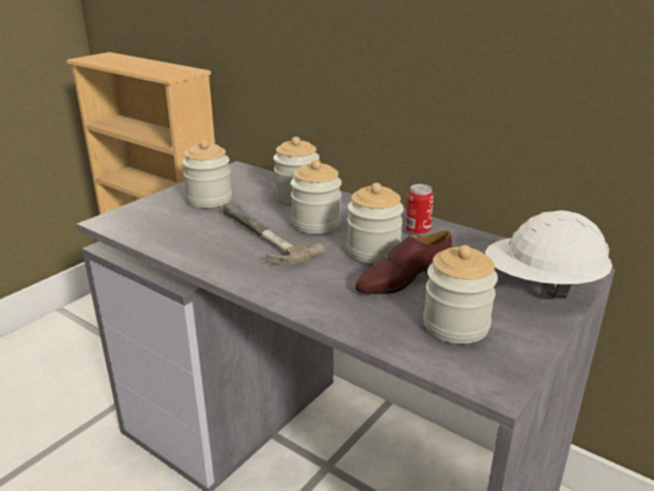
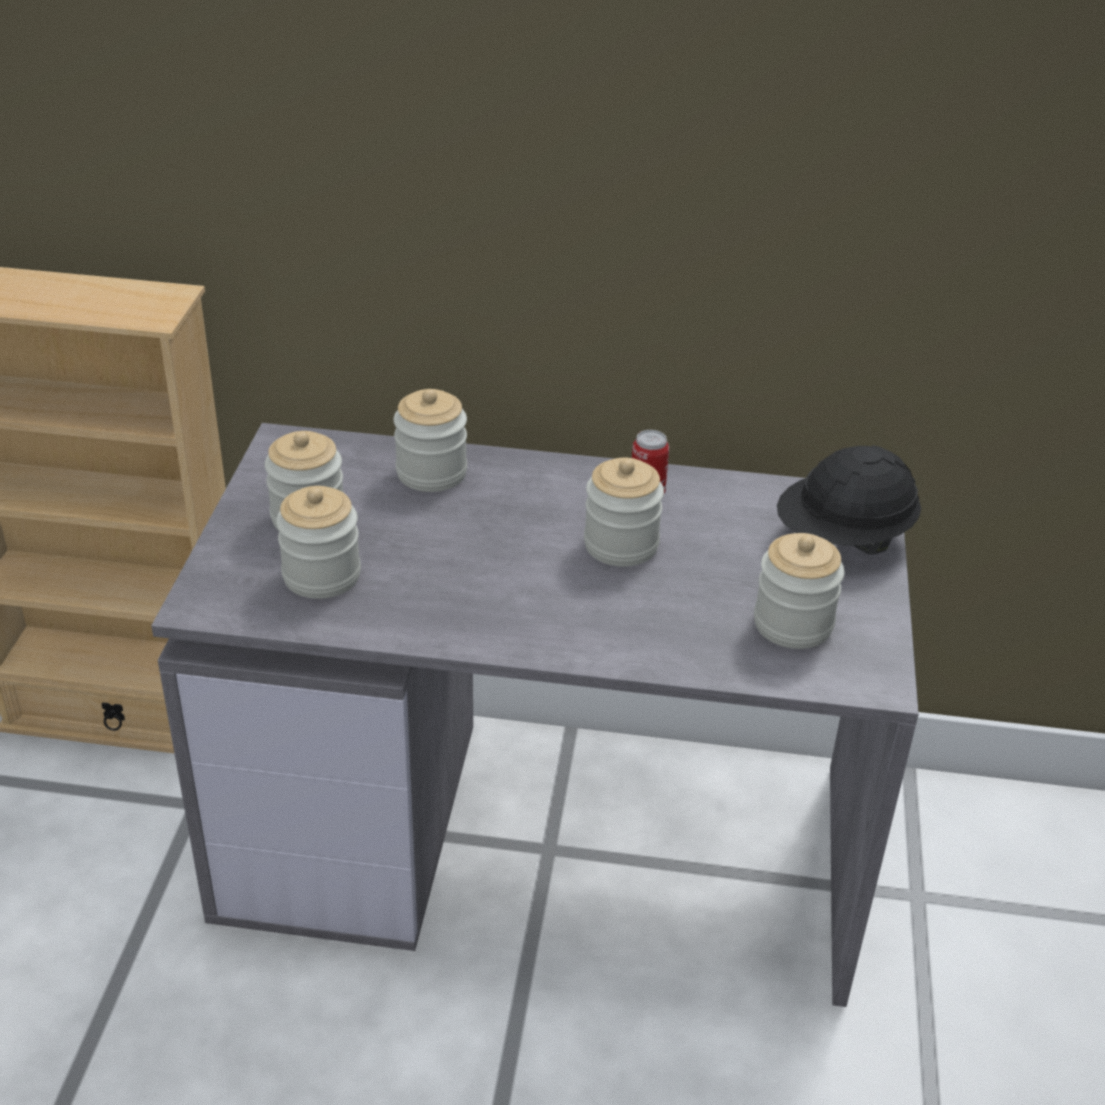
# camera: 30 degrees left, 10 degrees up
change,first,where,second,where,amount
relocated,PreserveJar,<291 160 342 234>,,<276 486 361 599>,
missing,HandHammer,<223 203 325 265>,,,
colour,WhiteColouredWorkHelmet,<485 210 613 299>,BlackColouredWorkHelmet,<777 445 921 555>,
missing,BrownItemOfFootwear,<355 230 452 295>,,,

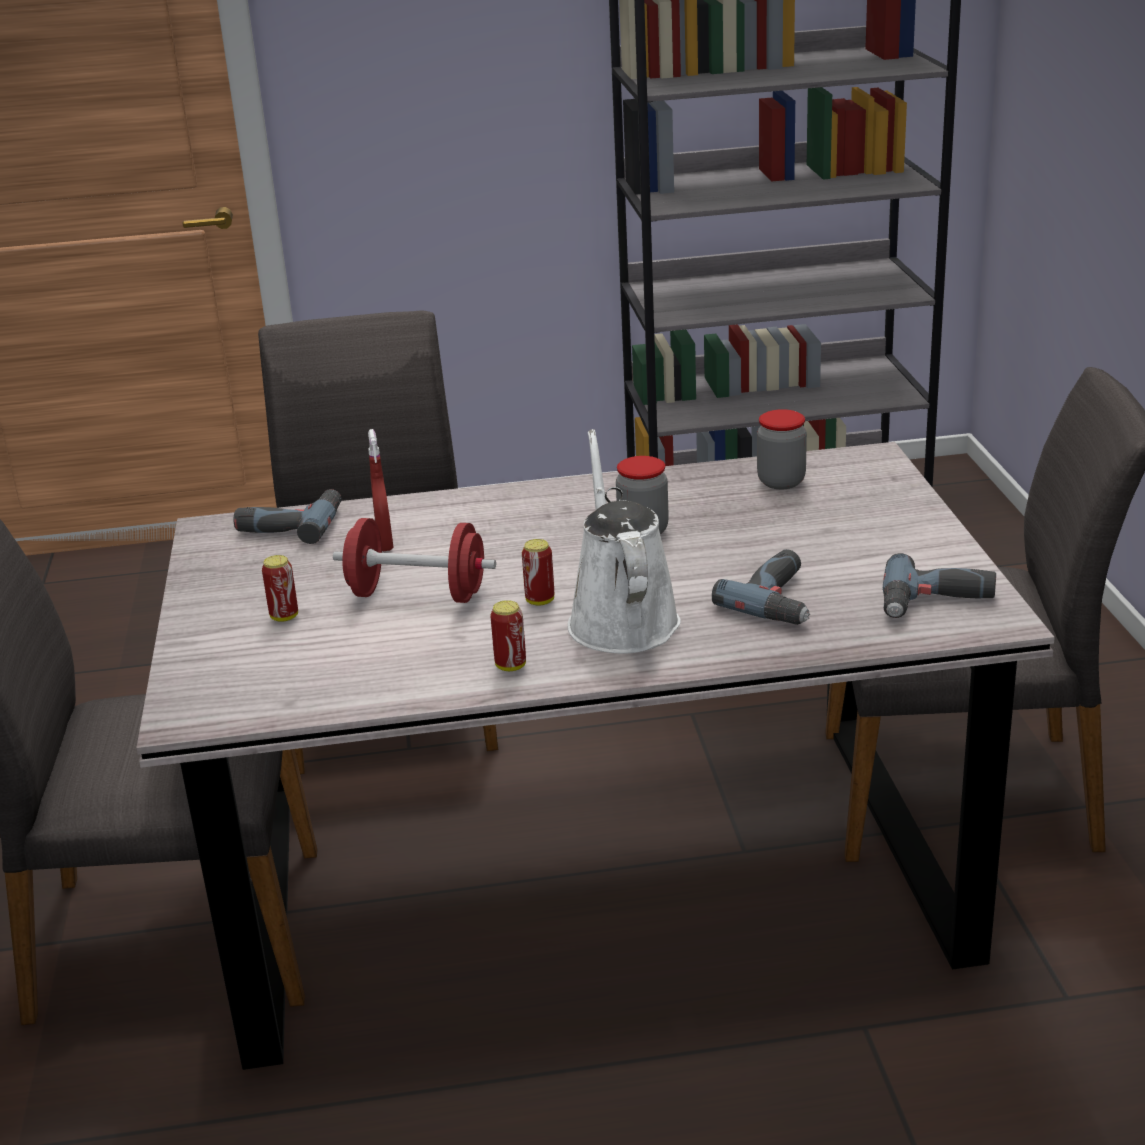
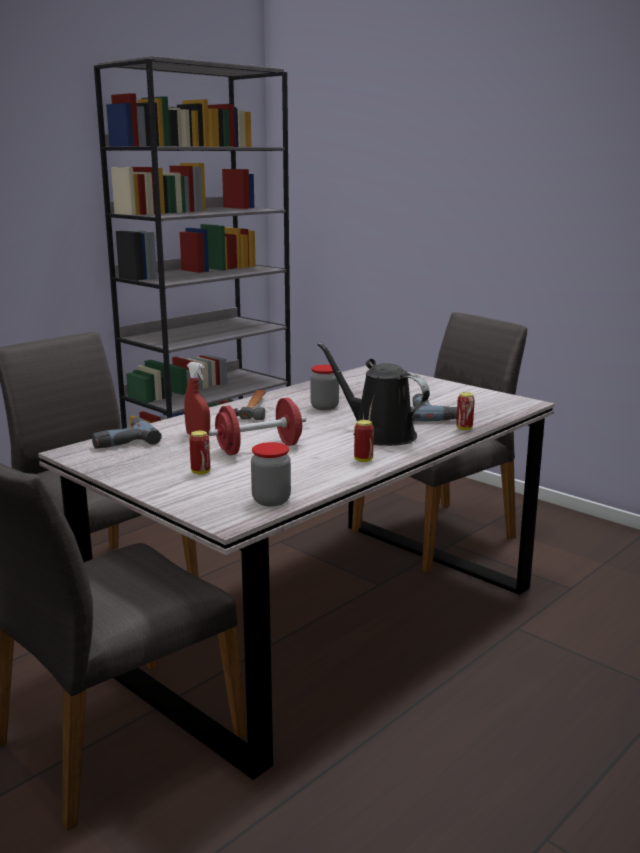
# camera: 40 degrees left, 10 degrees down
change,first,where,second,where,amount
relocated,PreserveJar,<757 409 807 489>,,<251 442 291 507>,
colour,WhiteColouredWateringCan,<567 429 681 654>,BlackColouredWateringCan,<318 343 430 446>,
relocated,MetalCan,<522 539 554 605>,,<456 392 475 430>,
missing,ElectricDrill,<883 553 996 618>,,,
appeared,,,HandHammer,<233 390 266 420>,

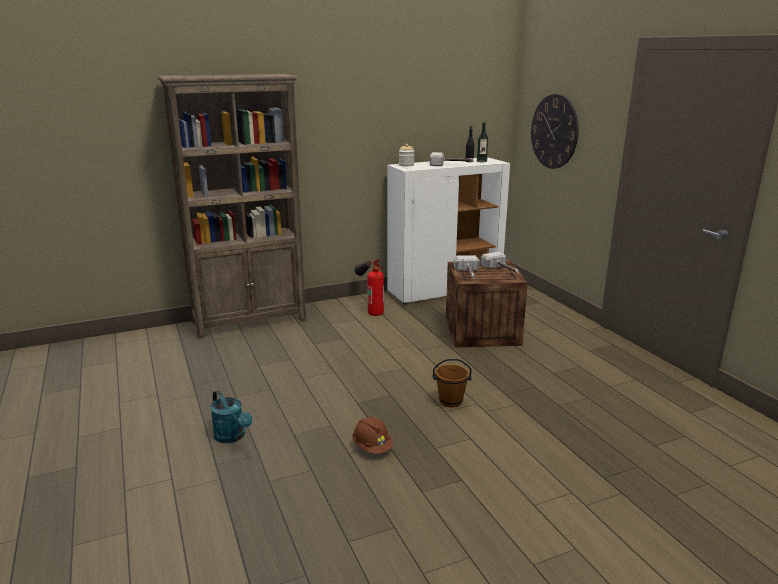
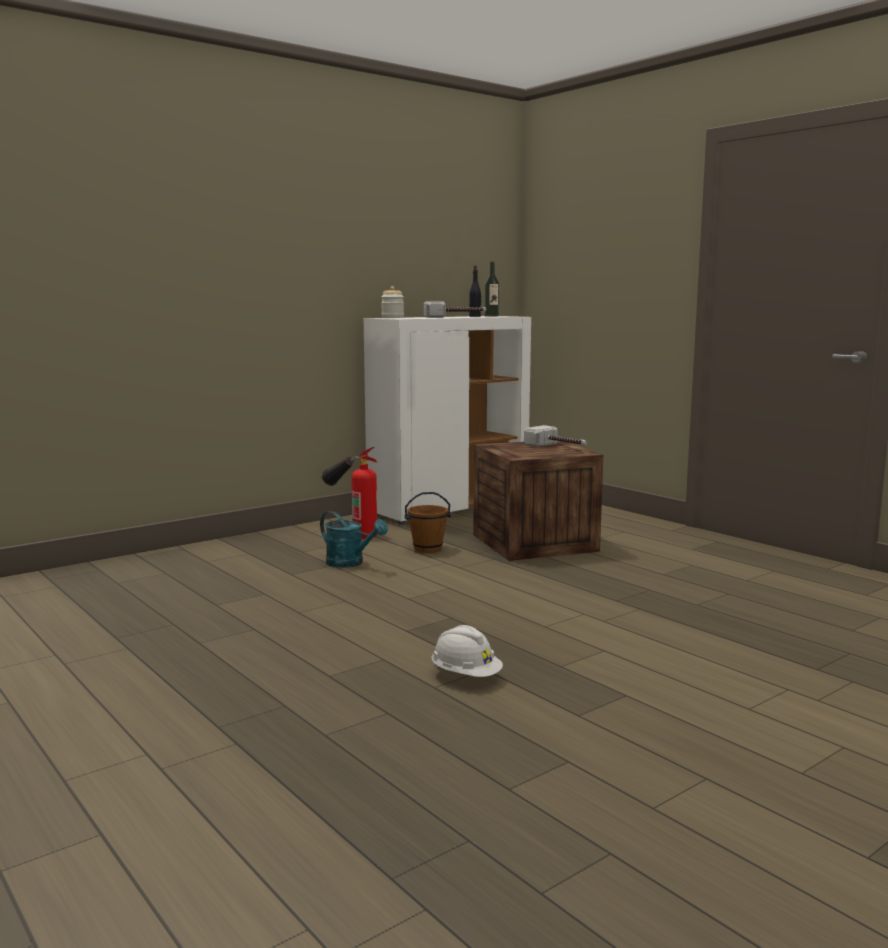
# camera: 15 degrees left, 10 degrees down
change,first,where,second,where,amount
missing,BrownBookcase,<158 74 306 339>,,,
missing,ClockOnTheWall,<531 94 579 169>,,,
missing,HandHammer,<454 255 480 278>,,,
relocated,BrownWaterBucket,<433 359 472 407>,,<404 492 451 553>,
relocated,TurquoiseColouredWateringCan,<210 390 252 443>,,<320 511 388 568>,
colour,BrownWorkHelmet,<352 416 394 454>,WhiteColouredWorkHelmet,<432 625 503 677>,

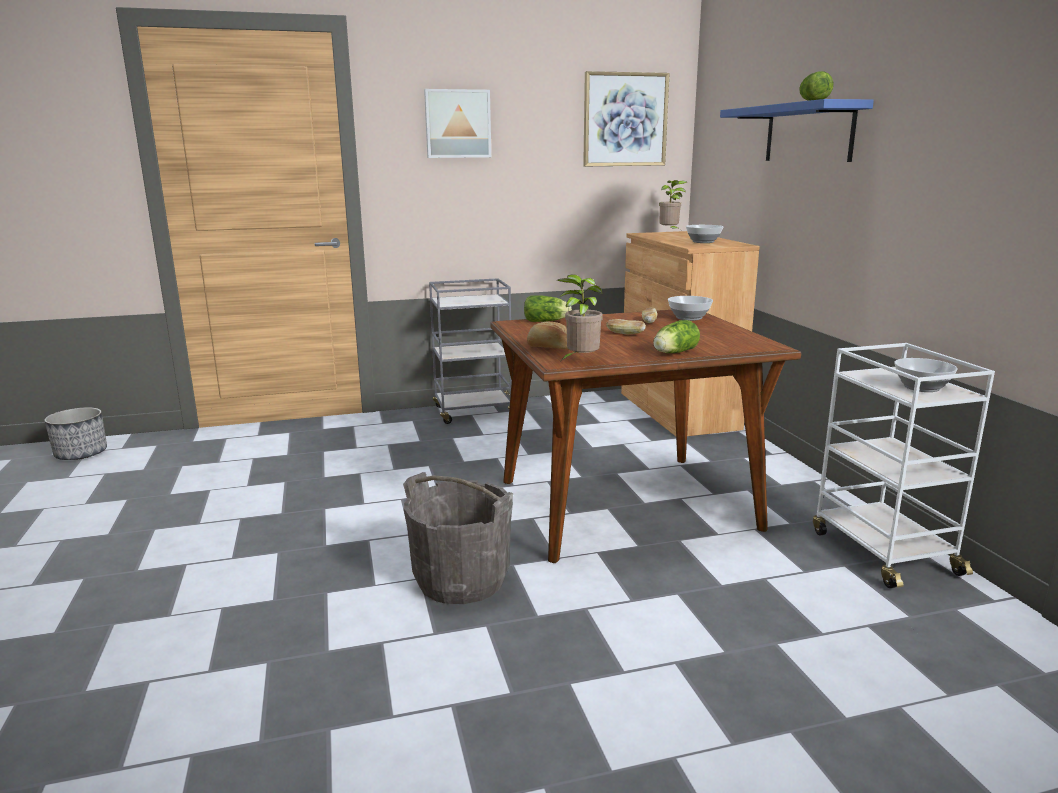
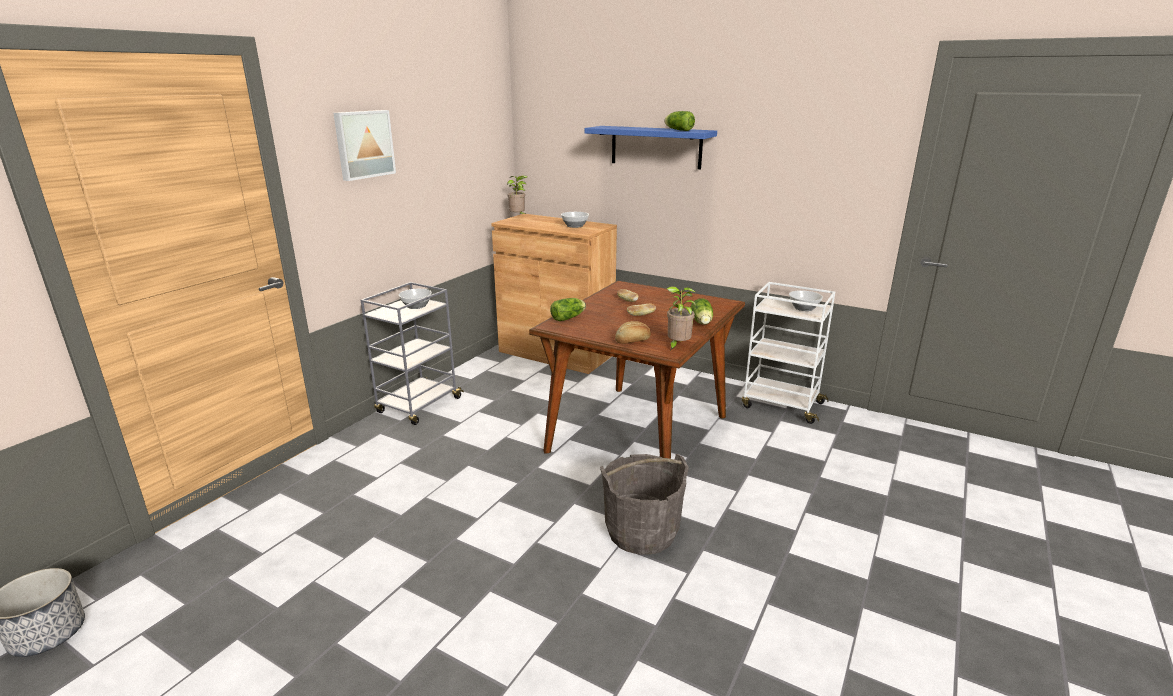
# camera: 45 degrees left, 5 degrees up
change,first,where,second,where,amount
missing,Picture,<583 71 670 166>,,,
relocated,Bowl,<668 296 713 321>,,<399 289 432 309>,

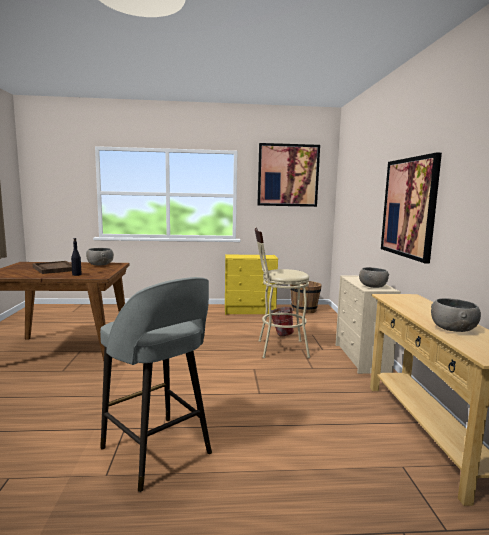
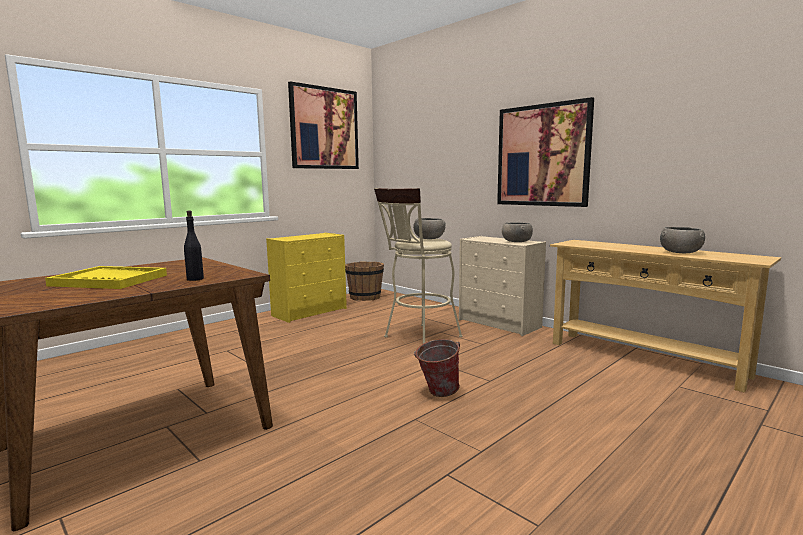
# camera: 40 degrees left, 0 degrees up
change,first,where,second,where,amount
relocated,GrayBowl,<86 248 114 265>,,<413 218 446 239>,
colour,BrownServingTray,<33 261 72 274>,YellowishServingTray,<45 266 167 289>,
missing,GraySittingStool,<100 277 212 492>,,,
relocated,WaterBucket,<271 307 294 336>,,<414 339 460 397>,

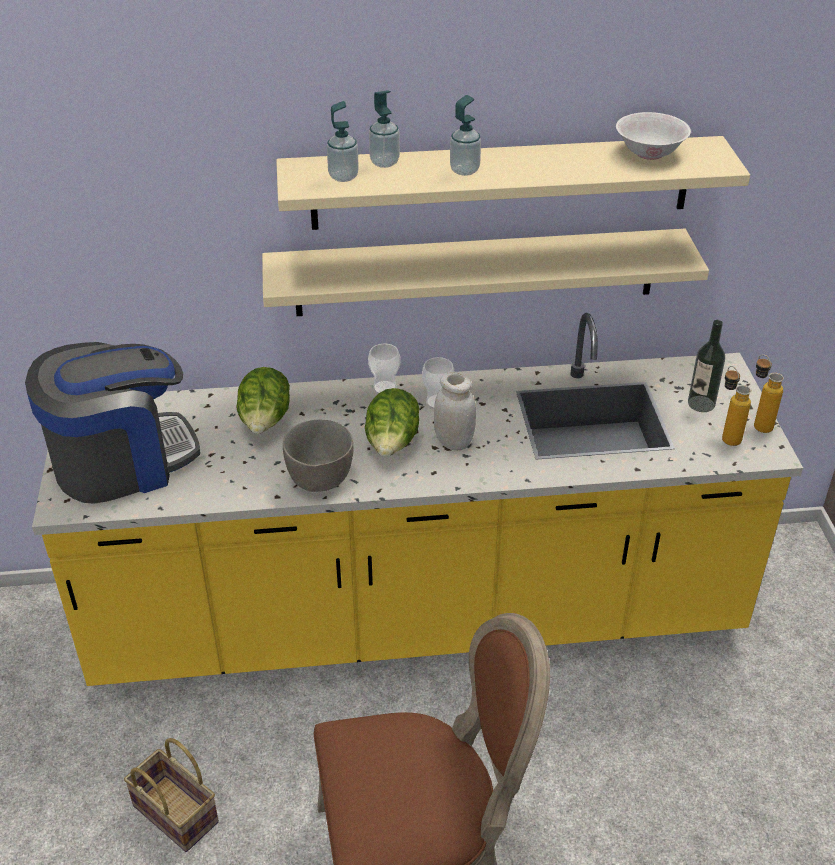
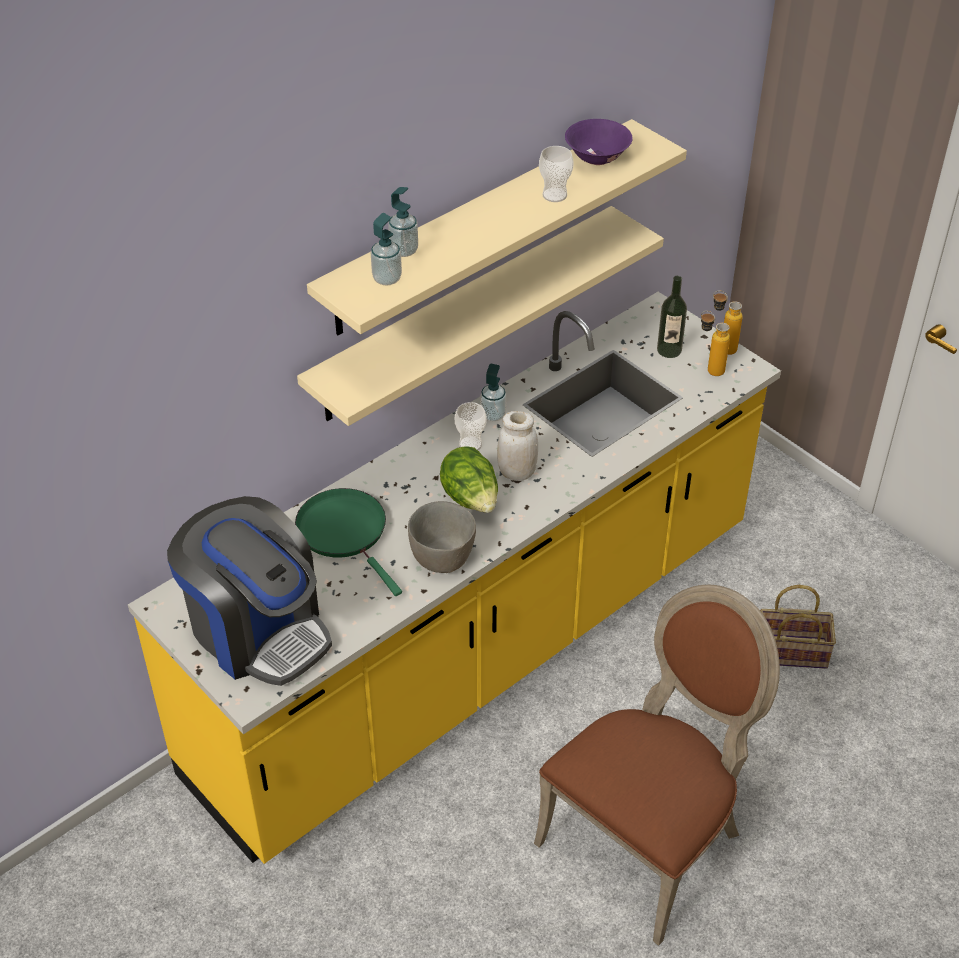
# camera: 35 degrees left, 5 degrees up
change,first,where,second,where,amount
relocated,SoapDispenser,<450 95 481 176>,,<481 364 506 421>,
colour,WhiteColouredBowl,<616 112 691 160>,PurpleColouredBowl,<565 119 633 165>,
spun,CoffeeMachine,<25 342 200 504>,,<167 496 332 686>,105 degrees clockwise
relocated,SmallCup,<368 344 400 394>,,<539 146 574 202>,
exchanged,HeadOfLettuce,<236 367 290 434>,GreenFryingPan,<295 488 402 596>,
relocated,HouseholdBasket,<124 738 219 852>,,<760 585 836 669>,

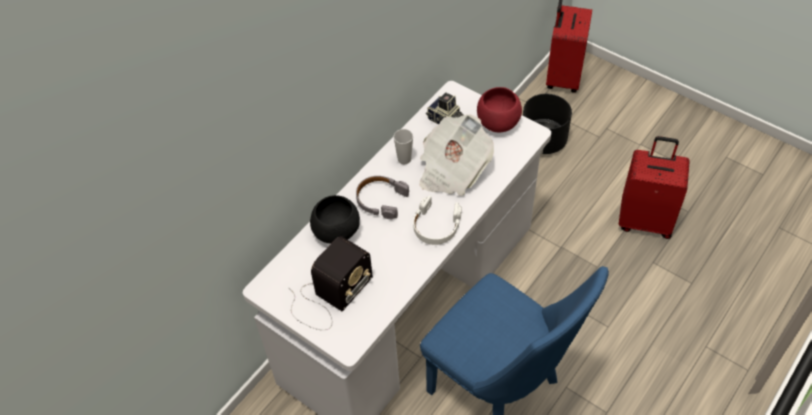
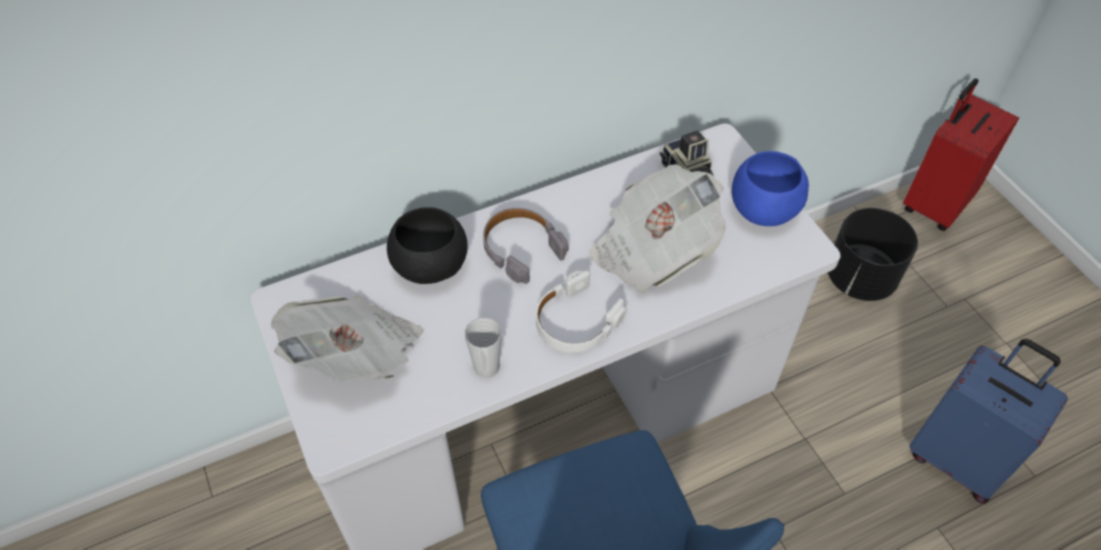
# camera: 25 degrees right, 0 degrees up
change,first,where,second,where,amount
colour,RedColouredBowl,<477 87 522 132>,BlueBowl,<732 151 809 226>,
relocated,SmallCup,<393 129 413 164>,,<465 317 502 378>,
colour,RedColouredSuitcase,<619 136 690 239>,BlueSuitcase,<909 339 1068 504>,
exchanged,RadioSet,<289 236 373 330>,Newspaper,<271 295 423 382>,

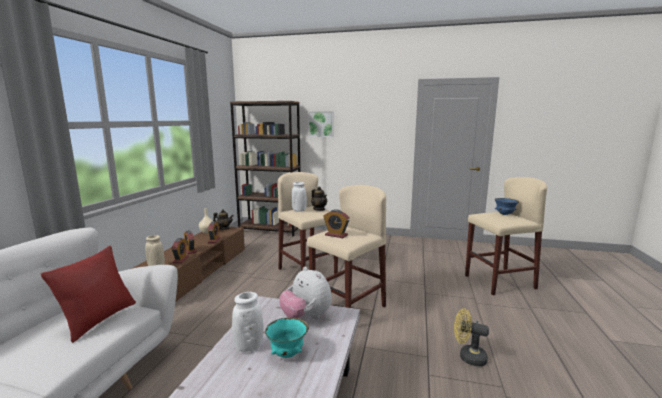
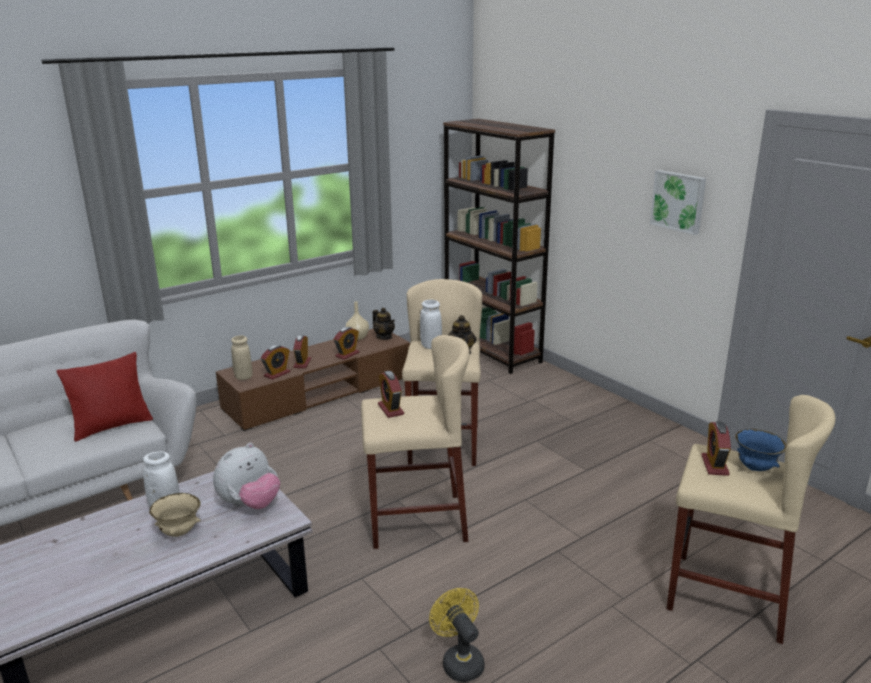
# camera: 40 degrees right, 10 degrees up
change,first,where,second,where,amount
relocated,Picture,<308 111 333 137>,,<650 170 706 235>,
spun,CuddlyToy,<279 267 332 319>,,<213 443 280 509>,135 degrees counterclockwise
colour,TurquoiseColouredBowl,<265 318 309 358>,BeigeColouredBowl,<149 493 201 537>,
appeared,,,BedsideClock,<701 421 731 476>,

